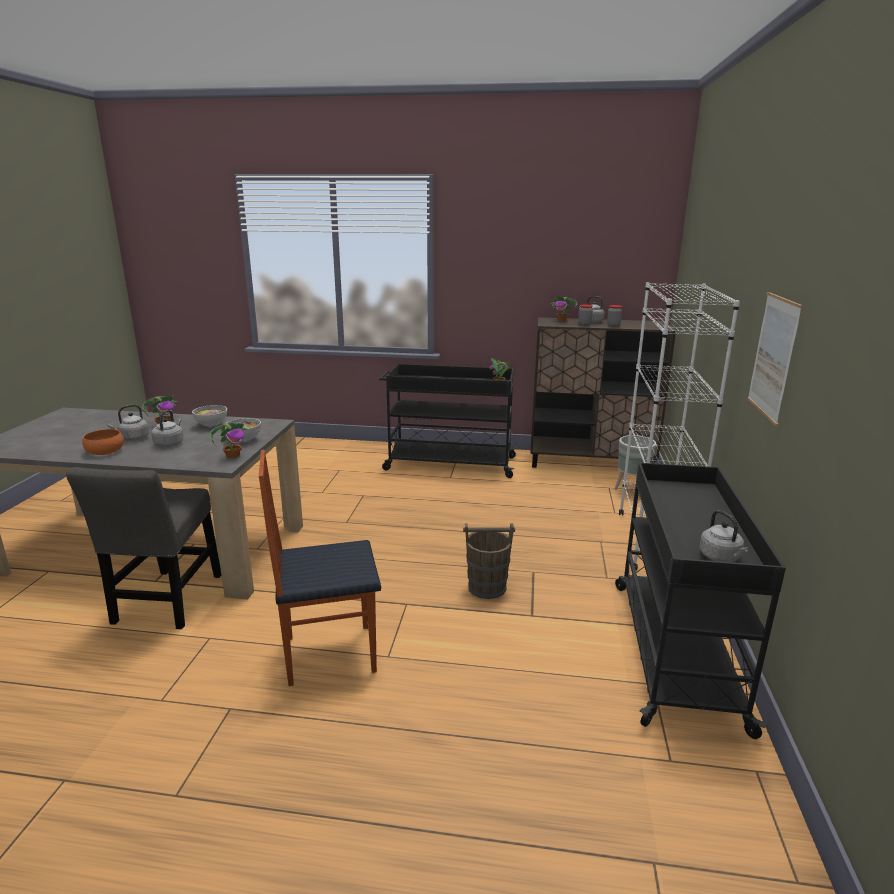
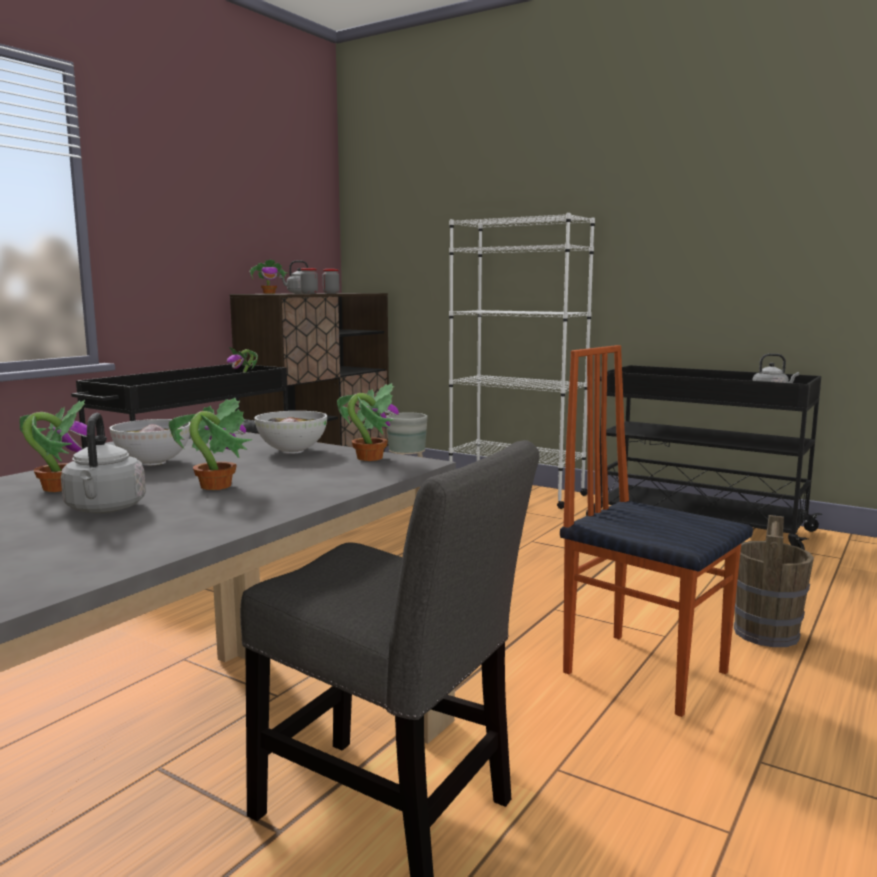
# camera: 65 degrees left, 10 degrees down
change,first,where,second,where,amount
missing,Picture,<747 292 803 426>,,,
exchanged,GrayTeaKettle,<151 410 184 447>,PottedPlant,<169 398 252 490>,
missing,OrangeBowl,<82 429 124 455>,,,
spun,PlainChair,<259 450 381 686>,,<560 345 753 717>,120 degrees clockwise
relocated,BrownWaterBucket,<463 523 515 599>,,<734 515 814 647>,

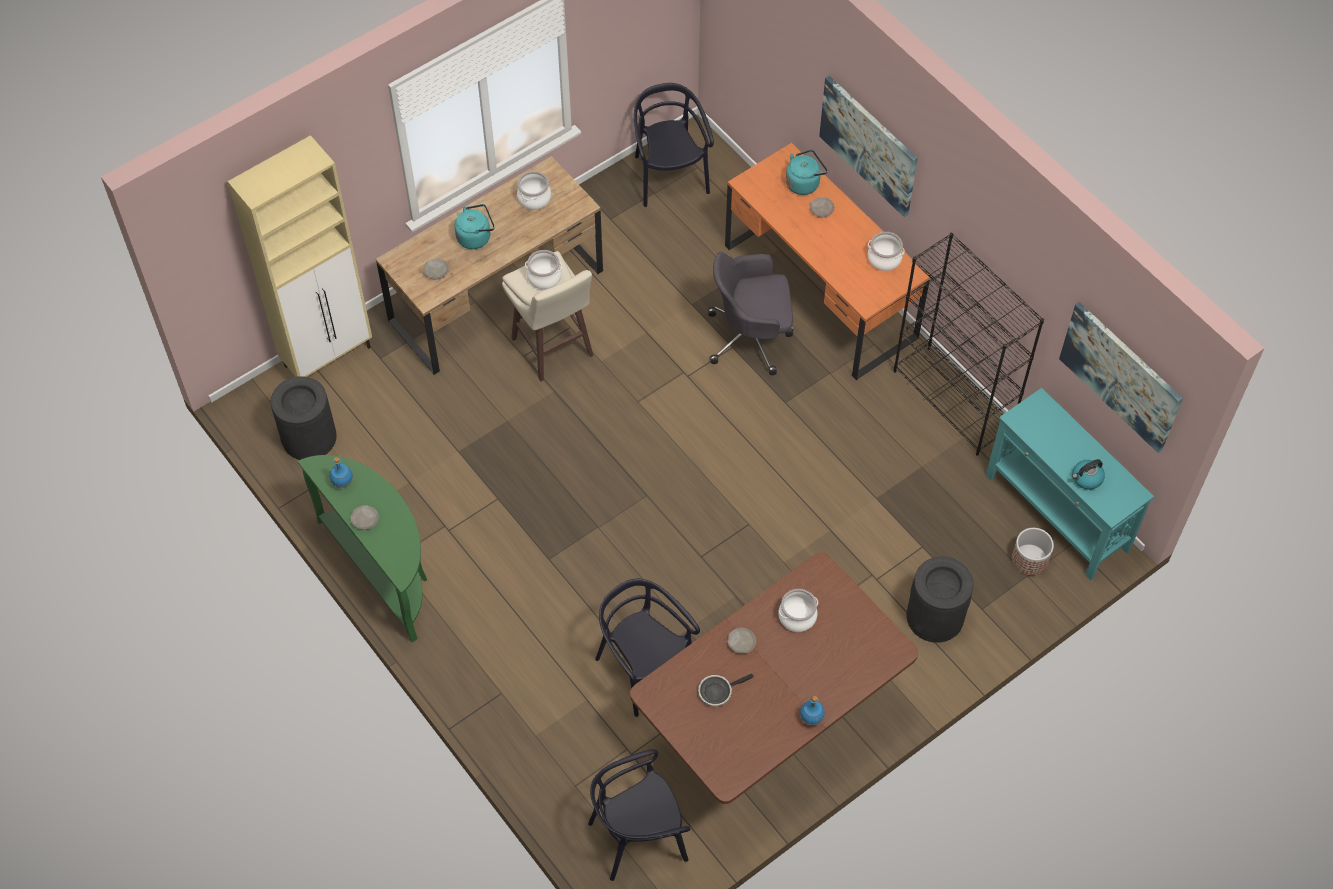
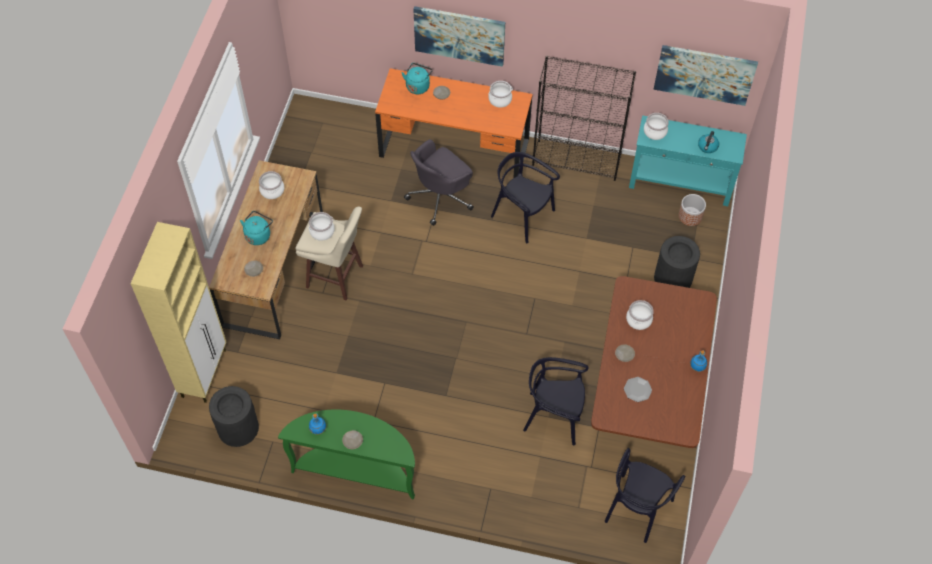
# camera: 40 degrees left, 0 degrees up
change,first,where,second,where,amount
relocated,BlackColouredPlainChair,<634 83 714 207>,,<491 152 560 243>,
exchanged,FryingPan,<698 674 754 706>,FlatDish,<624 377 652 402>,
appeared,,,Saucepot,<644 113 669 140>,

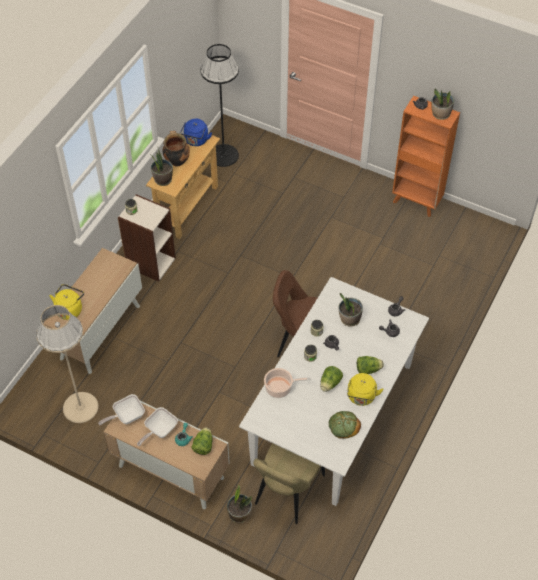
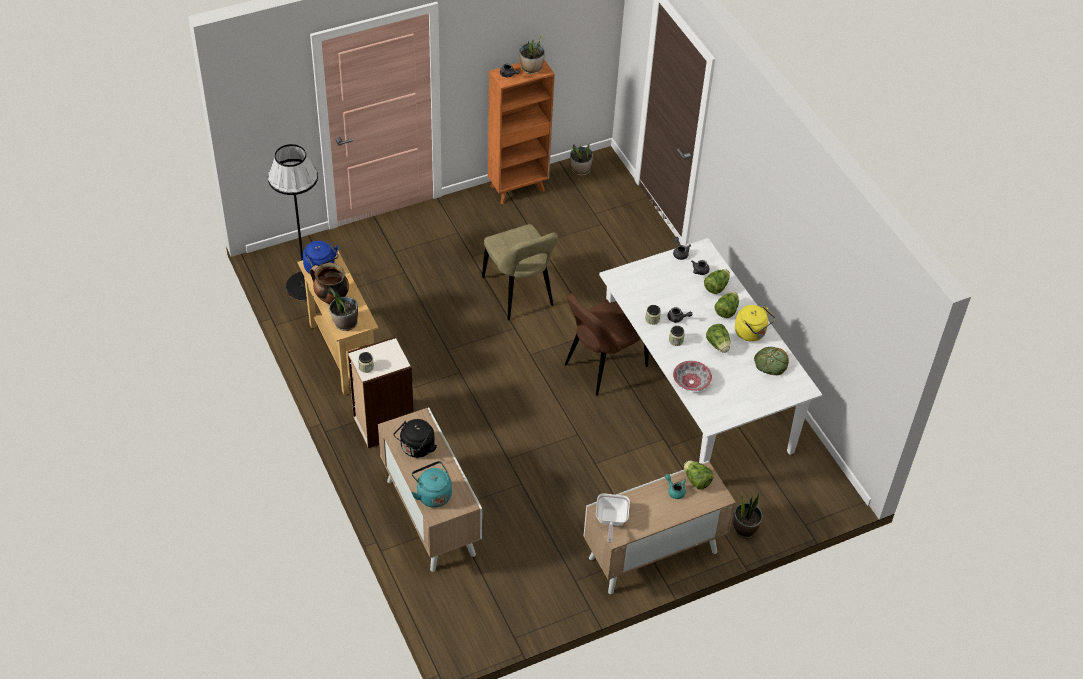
# camera: 55 degrees left, 5 degrees down
change,first,where,second,where,amount
colour,YellowishTeaKettle,<50 284 84 320>,TurquoiseColouredTeaKettle,<412 461 452 508>,
relocated,PottedPlant,<339 293 363 327>,,<570 143 593 176>,
missing,BeigeColouredFloorLamp,<36 305 98 423>,,,
exchanged,Saucepot,<264 368 311 398>,Bowl,<673 361 712 391>,
missing,FryingPan,<137 407 178 446>,,,
relocated,BeigeColouredPlainChair,<253 443 325 524>,,<482 224 558 320>,
appeared,,,HeadOfLettuce,<704 269 730 294>,
appeared,,,BlackColouredTeaKettle,<394 419 437 458>,

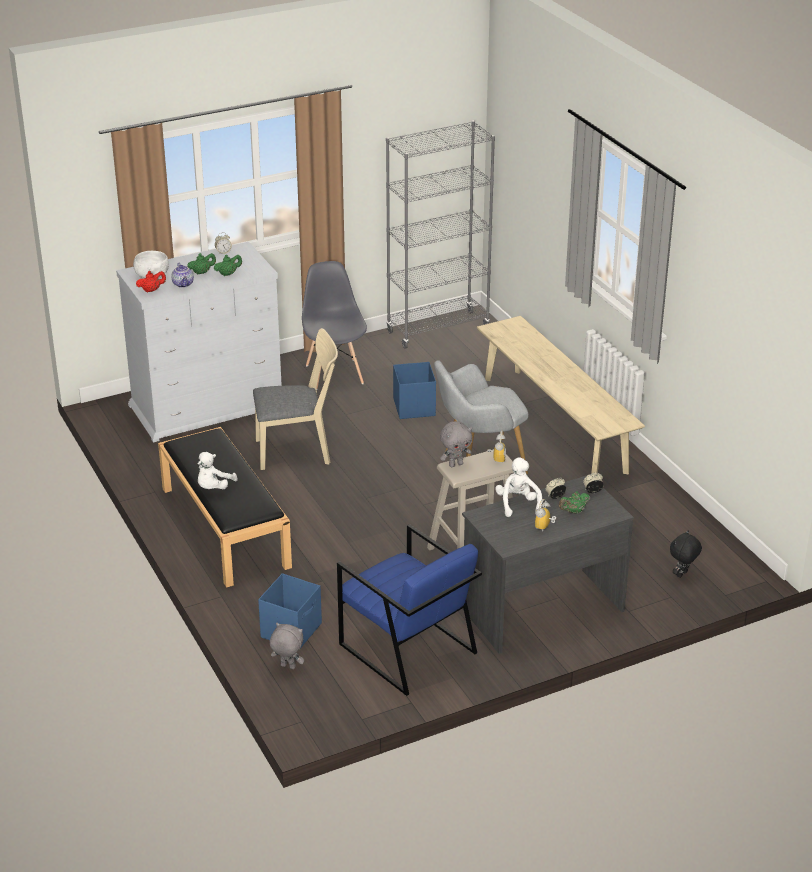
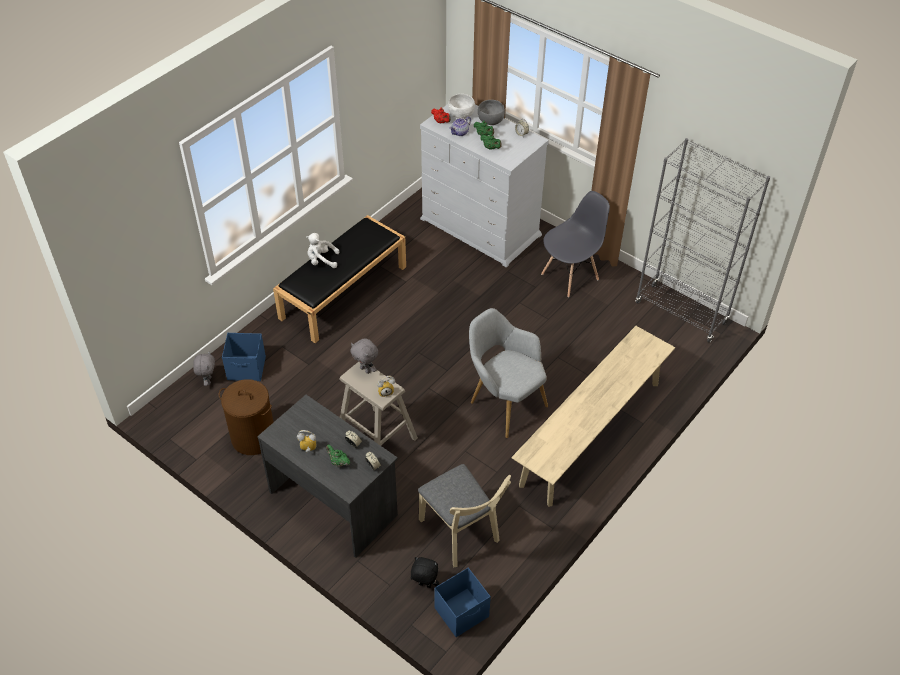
# camera: 65 degrees right, 15 degrees up
change,first,where,second,where,amount
relocated,BeigeColouredPlainChair,<253 328 338 470>,,<418 464 511 568>,
relocated,BlueStorageBox,<393 362 436 419>,,<434 568 491 637>,
missing,WhiteColouredCuddlyToy,<495 457 542 517>,,,
exchanged,BlueLoungeChair,<337 524 482 696>,BrownHamper,<219 379 273 455>,
appeared,,,GrayBowl,<478 100 505 125>,

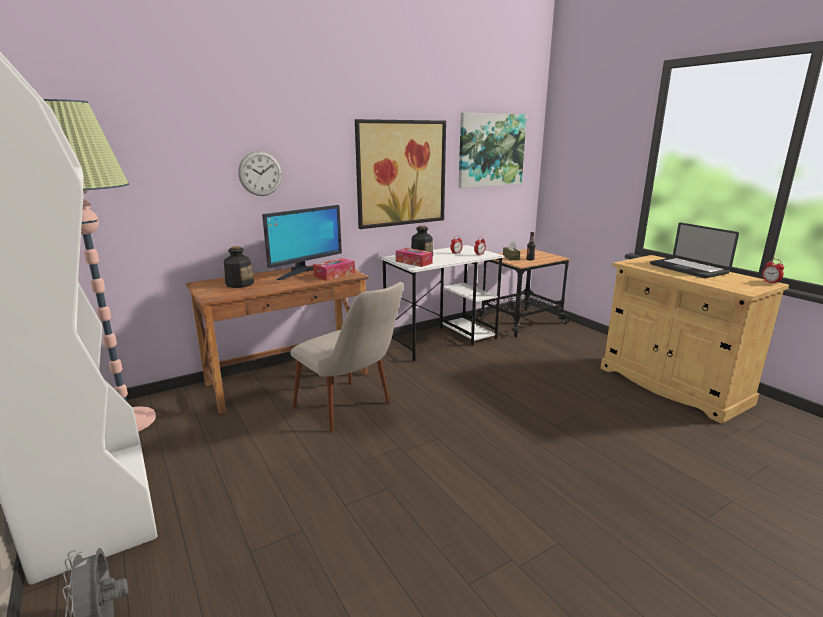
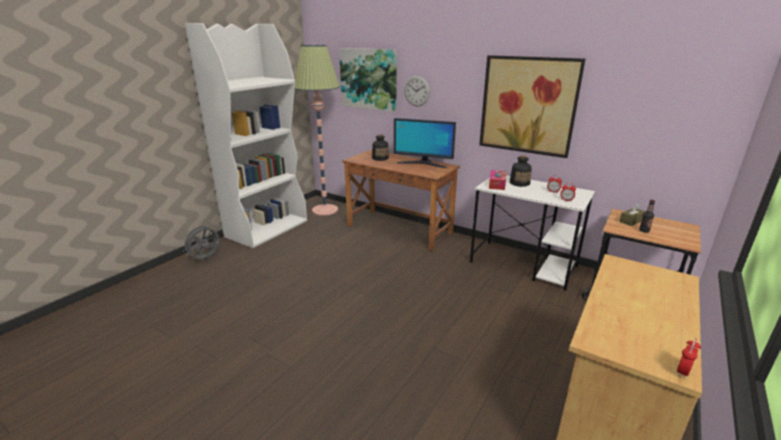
# camera: 65 degrees right, 5 degrees up
change,first,where,second,where,amount
relocated,Picture,<459 113 527 188>,,<339 48 397 112>,
missing,NotebookComputer,<650 223 739 278>,,,
missing,TissueHolder,<313 258 355 281>,,,
missing,BeigeColouredPlainChair,<290 282 403 432>,,,

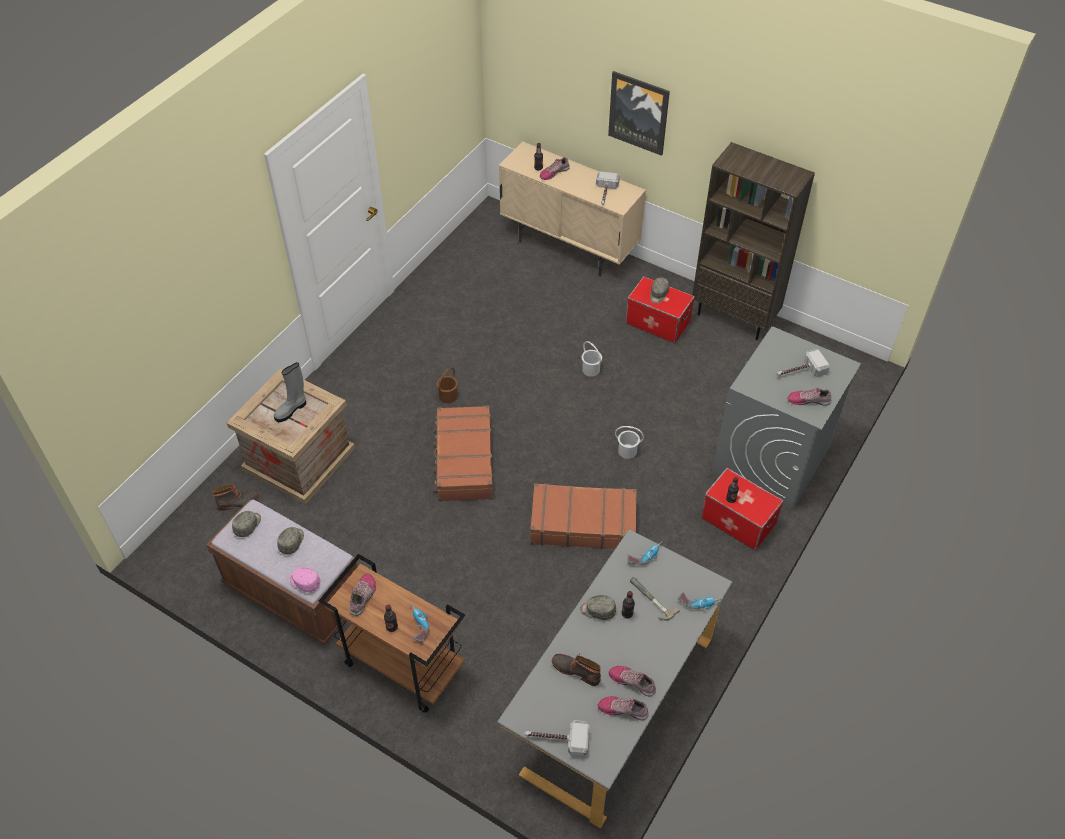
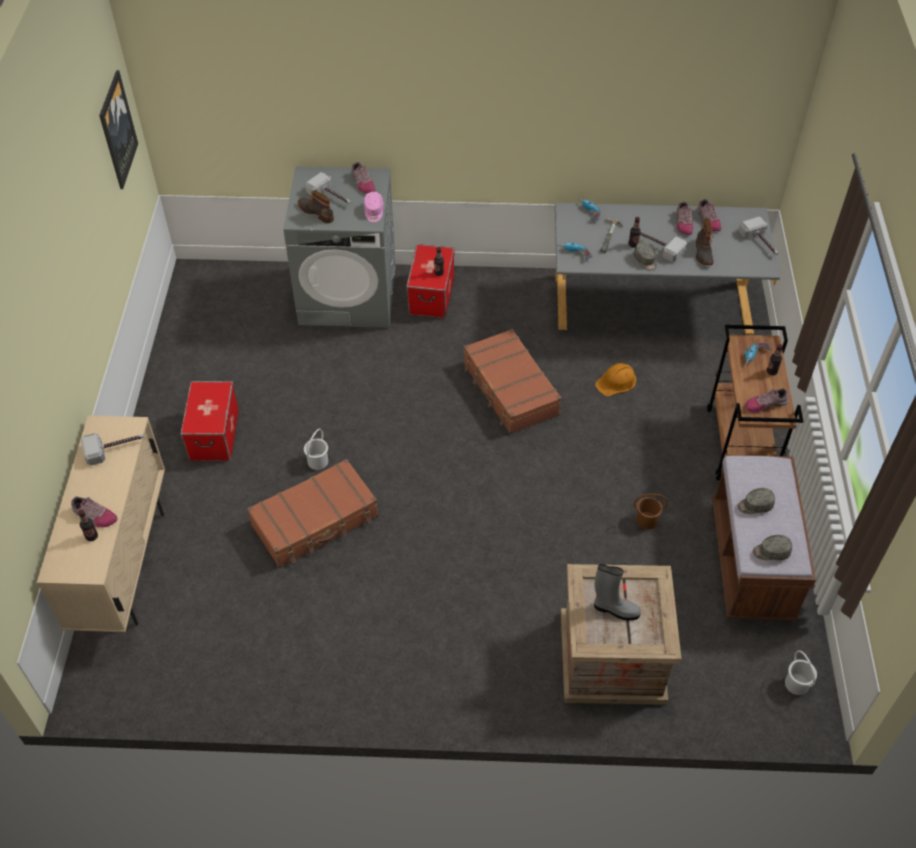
# camera: 120 degrees left, 0 degrees up
change,first,where,second,where,amount
relocated,Picture,<608 71 670 156>,,<99 70 138 189>,
missing,BrownBookcase,<692 142 815 340>,,,
missing,GrayPeakedCap,<650 277 669 303>,,,
relocated,BrownWaterBucket,<436 367 458 403>,,<634 493 668 529>,
relocated,BrownSuitcase,<433 406 493 501>,,<247 459 378 568>,
relocated,WhiteColouredWaterBucket,<615 426 644 459>,,<785 650 817 695>,
relocated,TallBoot,<212 484 259 511>,,<298 191 334 223>,
relocated,PinkPeakedCap,<289 567 320 592>,,<364 192 384 222>,
appeared,,,HandHammer,<640 231 687 262>,
appeared,,,OrangeWorkHelmet,<595 363 636 396>,

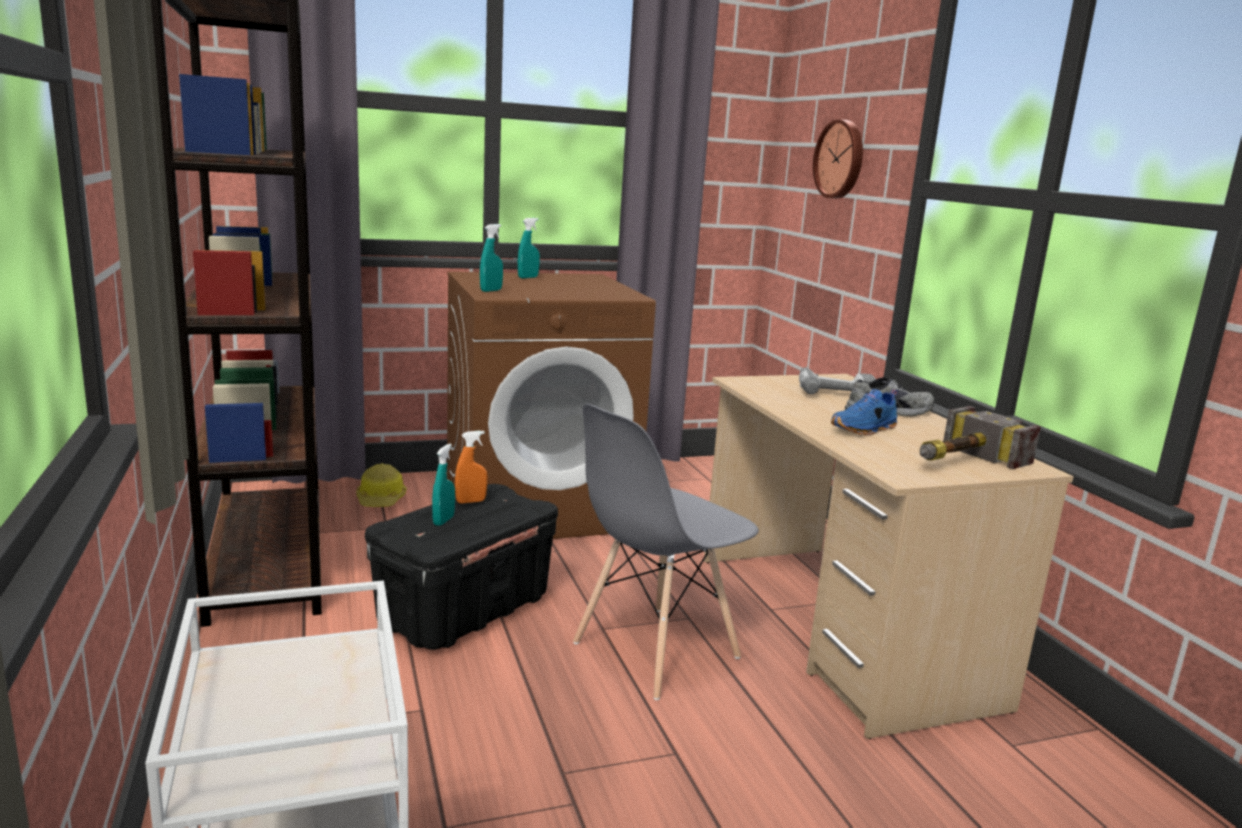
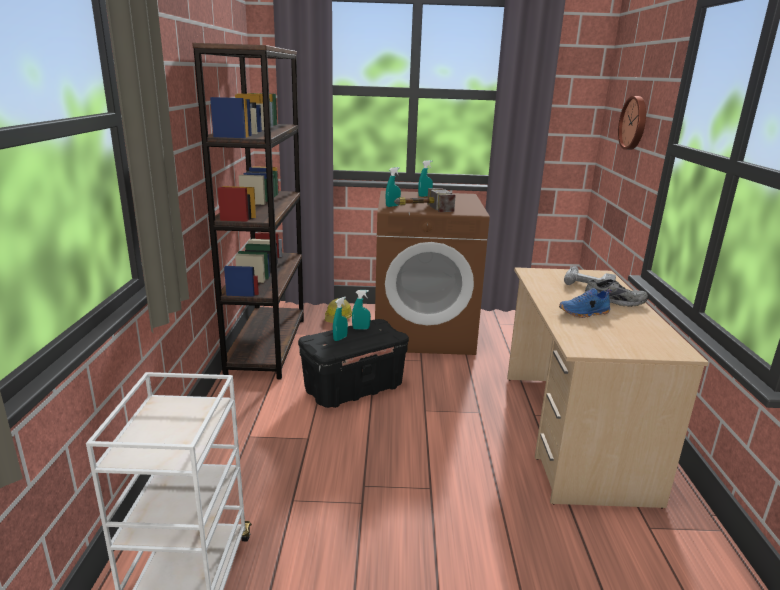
# camera: 20 degrees right, 5 degrees up
change,first,where,second,where,amount
missing,GrayPlainChair,<573 404 759 700>,,,
relocated,HandHammer,<920 406 1041 469>,,<394 188 456 212>,
colour,OrangeHandSprayer,<455 430 488 504>,TurquoiseColouredHandSprayer,<352 290 371 329>,

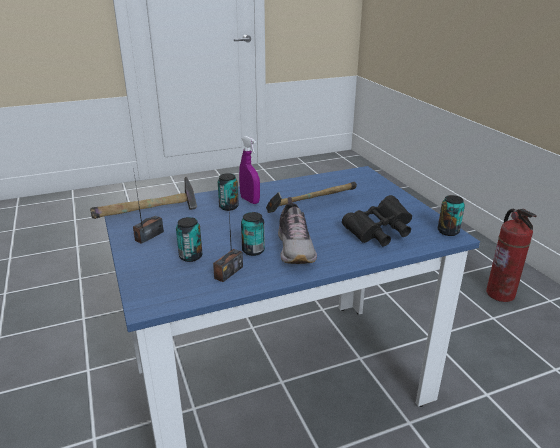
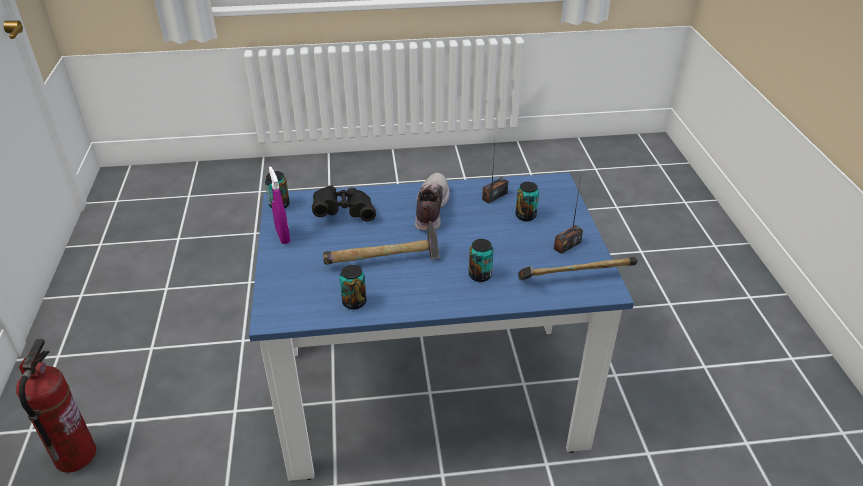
# camera: 165 degrees left, 10 degrees up
change,first,where,second,where,amount
relocated,PurpleColouredHandSprayer,<239 136 260 204>,,<269 166 290 244>,
relocated,MetalCan,<241 212 265 256>,,<340 265 366 310>,

